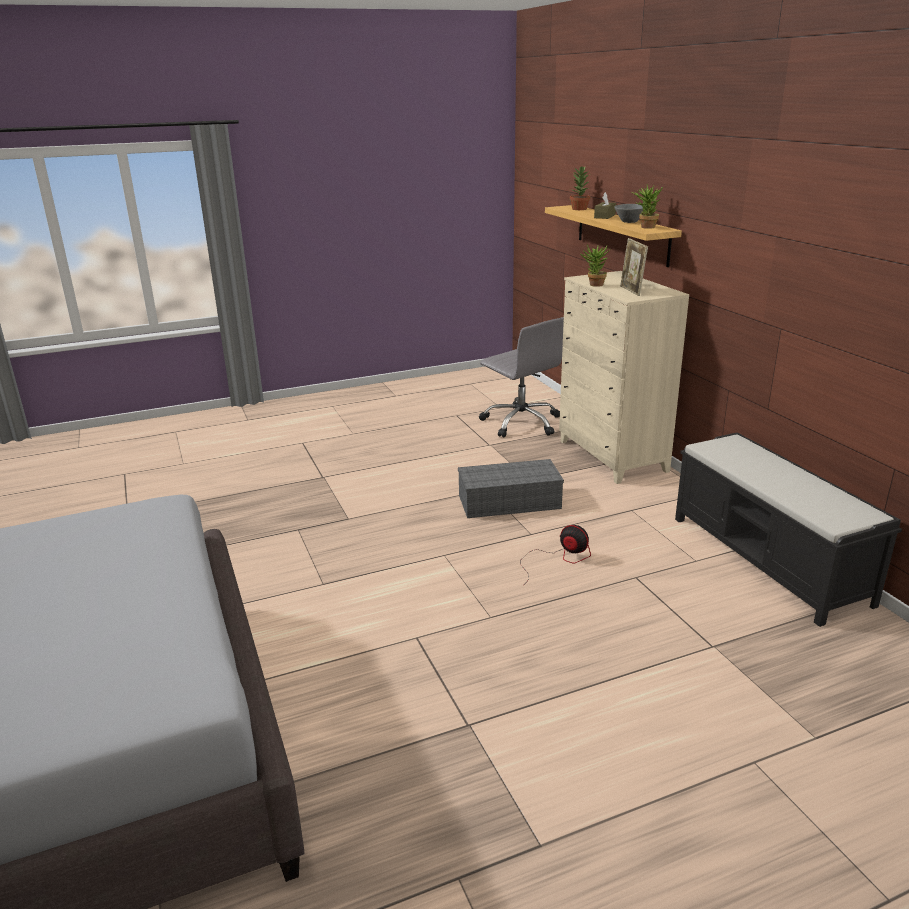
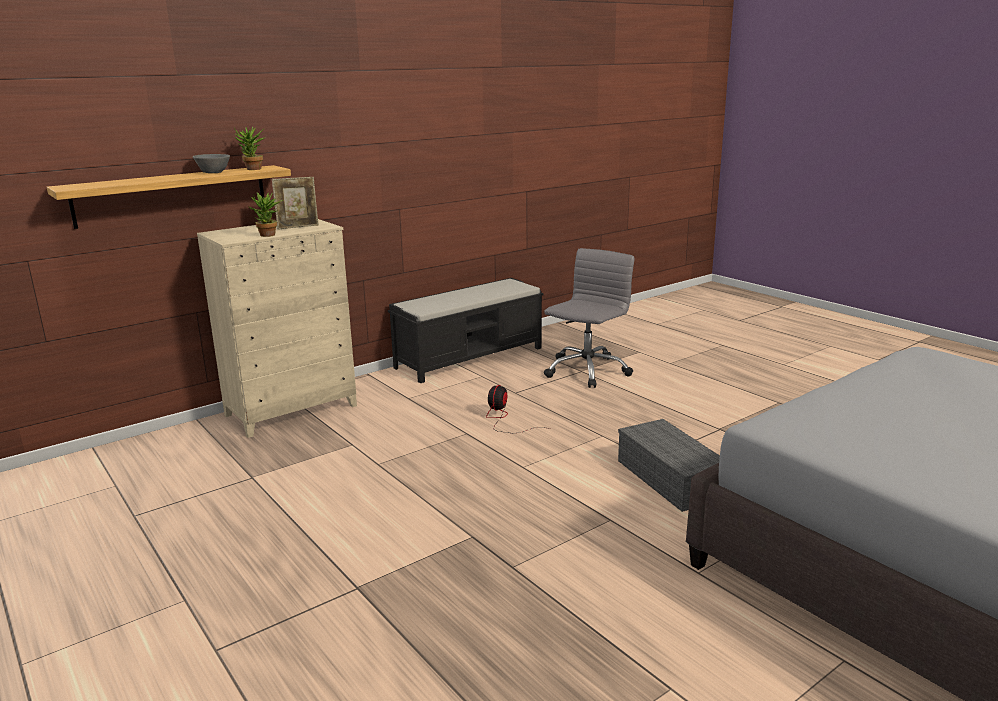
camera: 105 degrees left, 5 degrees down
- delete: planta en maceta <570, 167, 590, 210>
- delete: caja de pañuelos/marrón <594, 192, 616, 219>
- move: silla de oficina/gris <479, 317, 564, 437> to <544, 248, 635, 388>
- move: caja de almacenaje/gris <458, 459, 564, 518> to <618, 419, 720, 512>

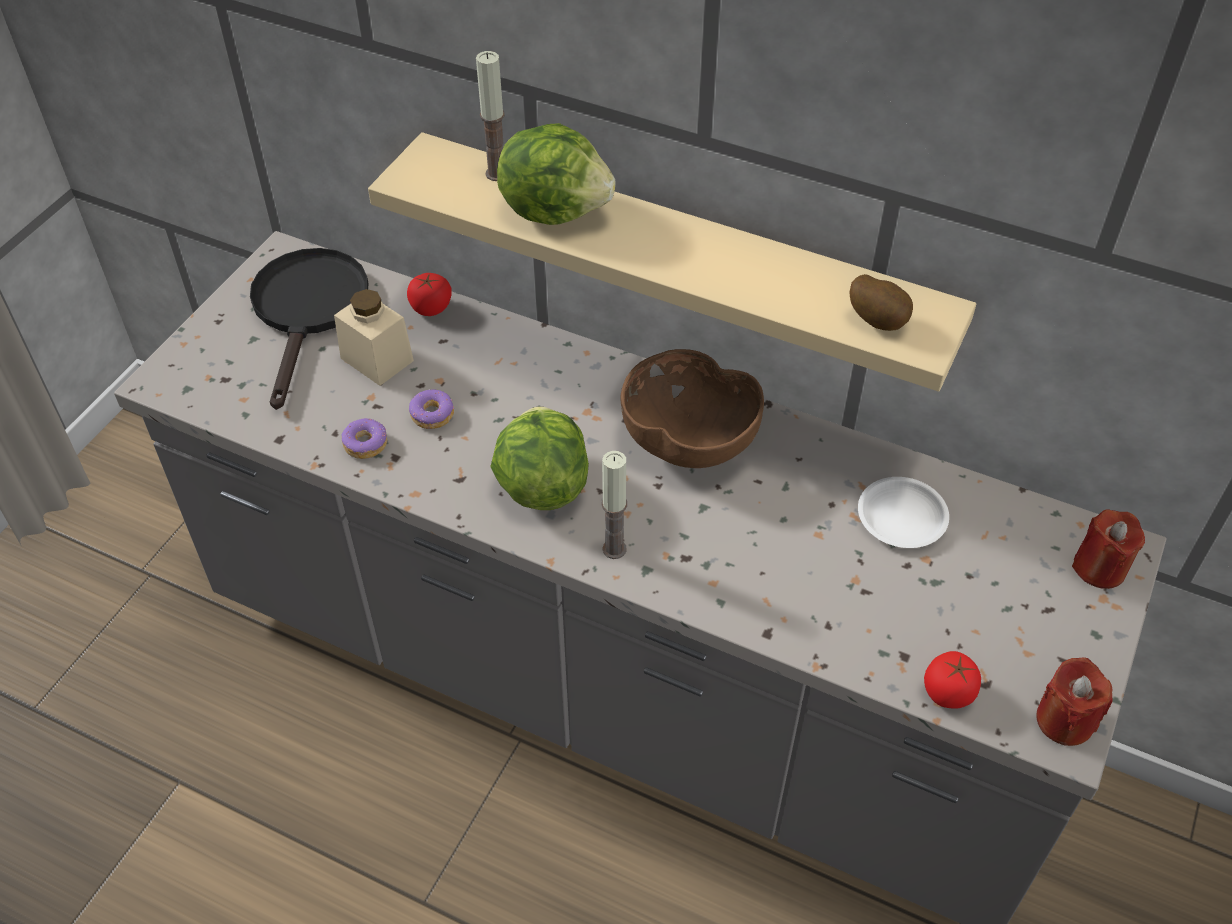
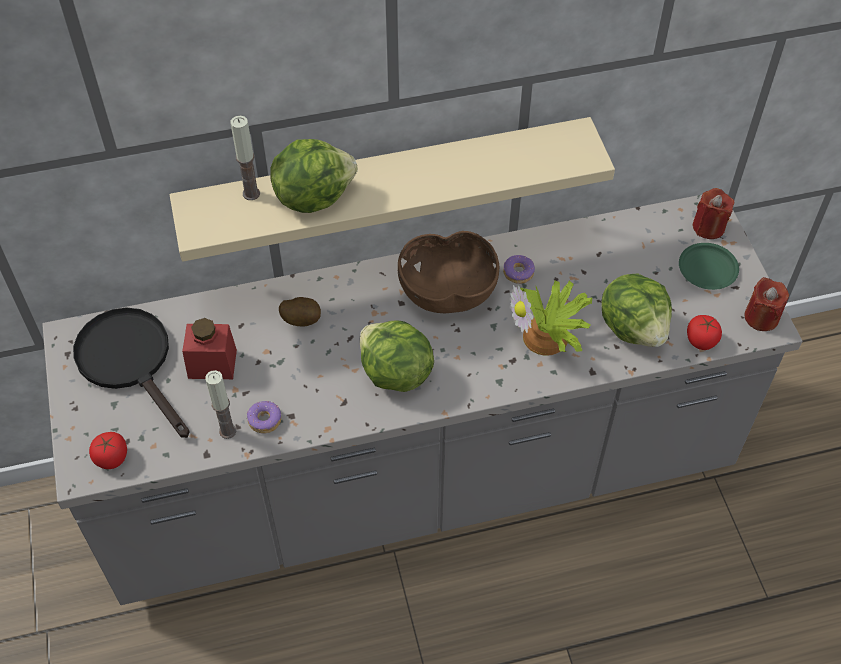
camera: 40 degrees left, 5 degrees up
- move: tomate <407, 273, 452, 316> to <89, 432, 127, 469>
- move: patata <849, 274, 913, 331> to <279, 297, 321, 327>
- recolor: tarro/beis <334, 289, 414, 386> to tarro/rojo <182, 318, 237, 379>
- move: rosquilla <409, 389, 454, 429> to <503, 255, 535, 284>
- move: vela <601, 451, 627, 559> to <205, 370, 237, 439>
- delete: plato/blanco <858, 477, 949, 548>
- insert: plato/verde <679, 243, 739, 290>
- insert: lechuga <601, 274, 672, 347>
- insert: planta en maceta <510, 278, 593, 356>

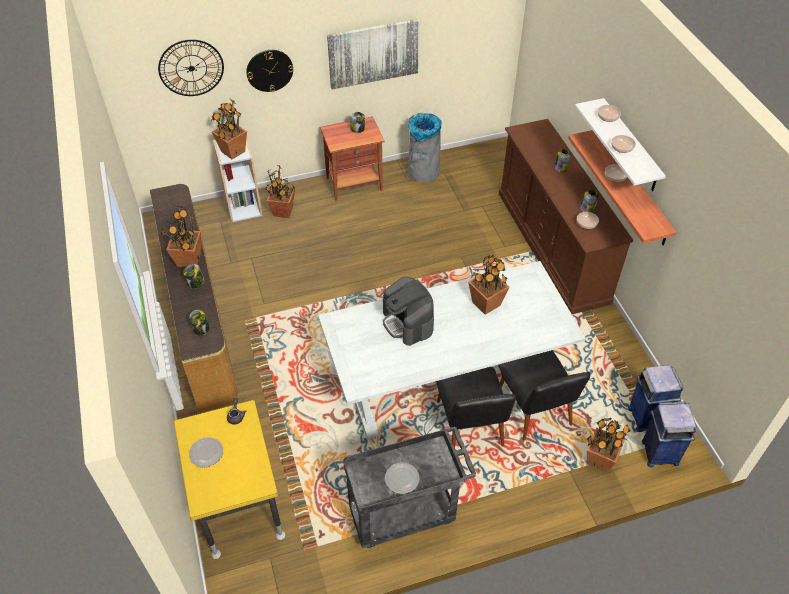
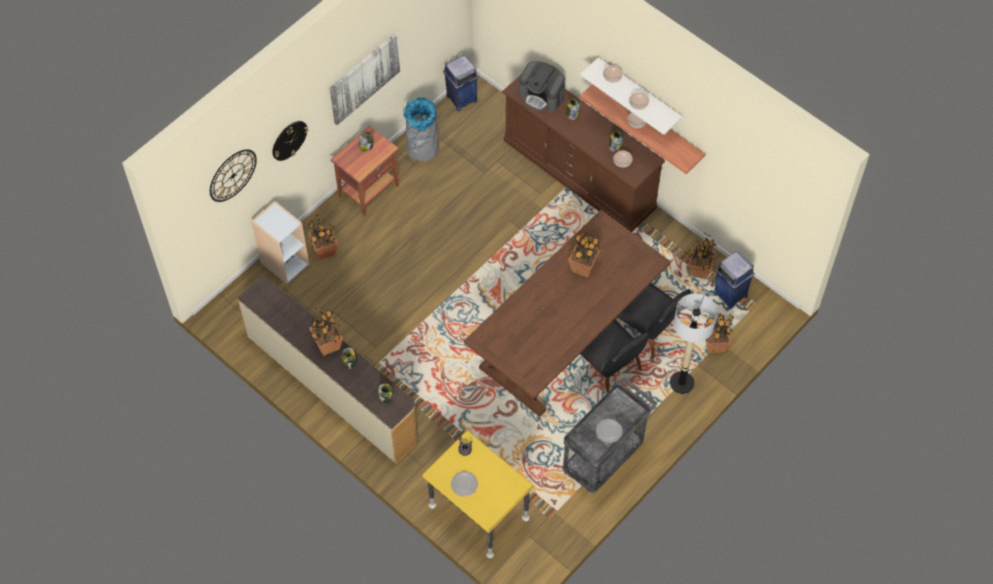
camera: 30 degrees left, 10 degrees up
- move: planta en maceta <211, 99, 247, 159> to <687, 233, 717, 279>
- recolor: mesa de comedor/blanco <318, 261, 586, 440> to mesa de comedor/marrón <464, 210, 671, 417>
- move: cafetera <383, 277, 434, 346> to <518, 61, 565, 112>
- move: papelera/azul <642, 402, 697, 467> to <443, 55, 478, 111>
- insert: lámpara de pie <670, 293, 717, 394>

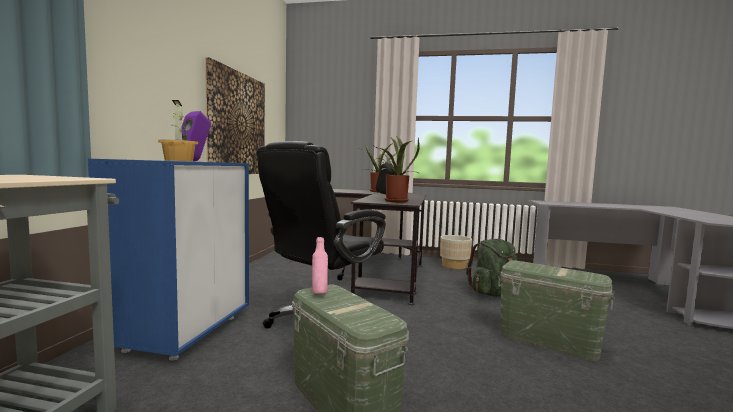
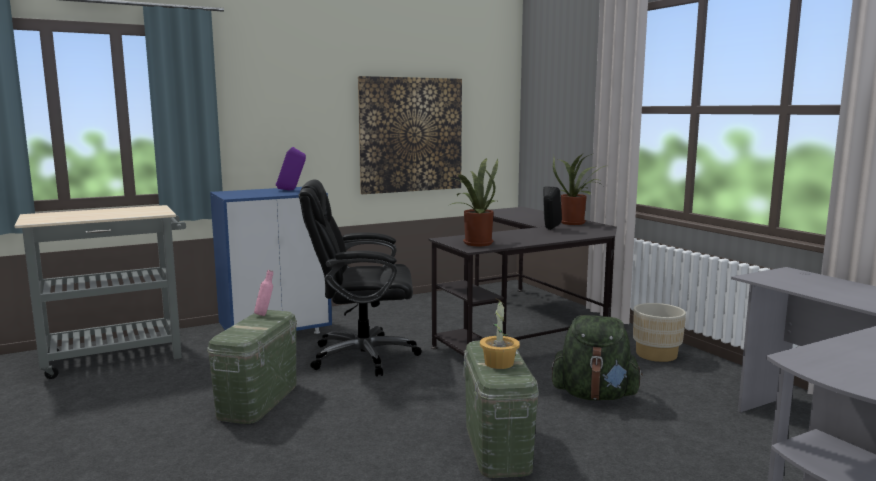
camera: 50 degrees right, 5 degrees up
- move: planta en maceta <158, 100, 198, 161> to <480, 299, 520, 369>

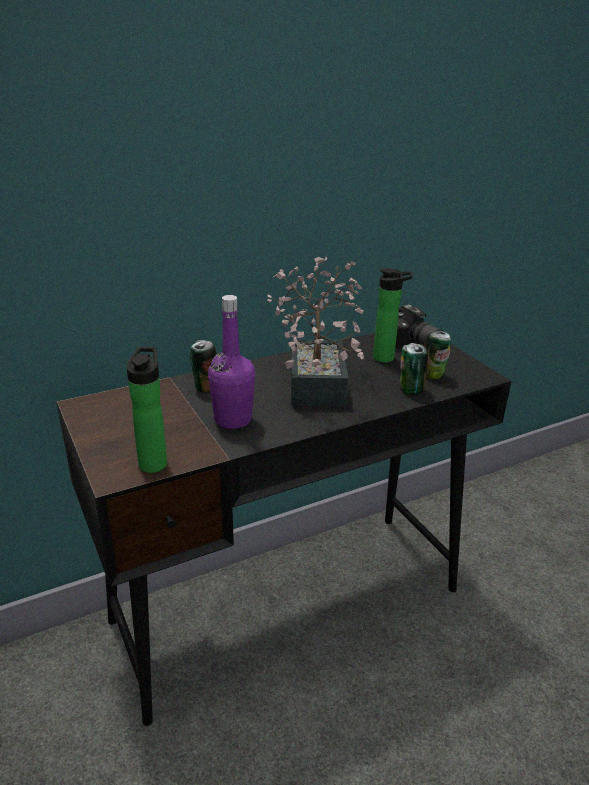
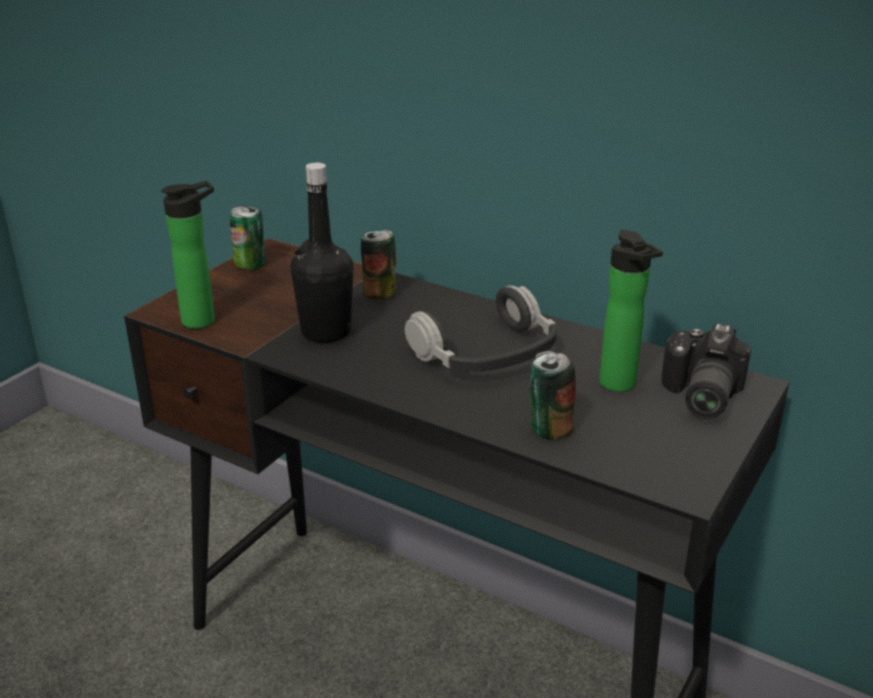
camera: 60 degrees right, 0 degrees up
- replace: planta en maceta <267, 257, 364, 406> to auriculares <405, 286, 557, 372>
- recolor: botella/morado <208, 295, 255, 429> to botella/negro <291, 163, 353, 343>
- move: lata <424, 331, 451, 379> to <230, 205, 265, 270>

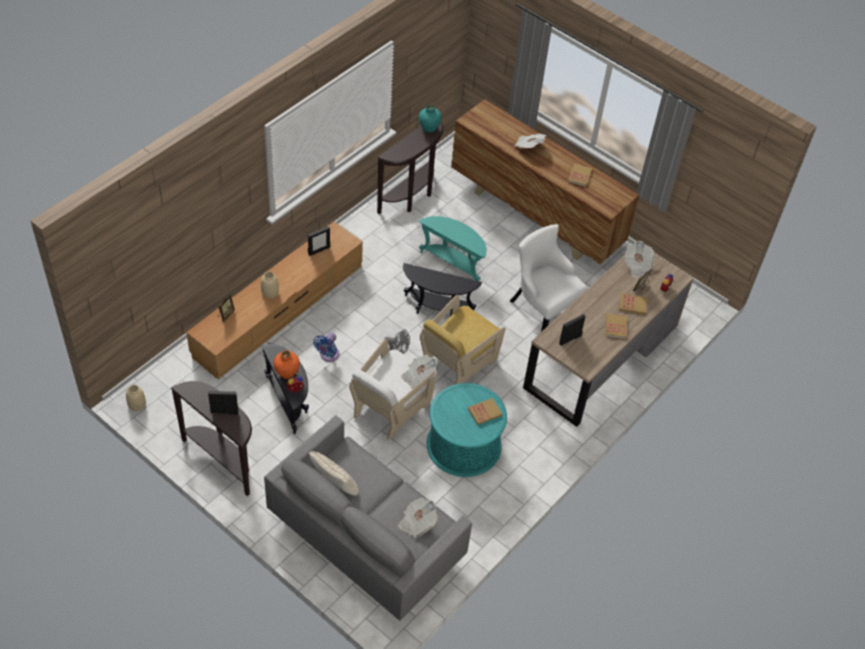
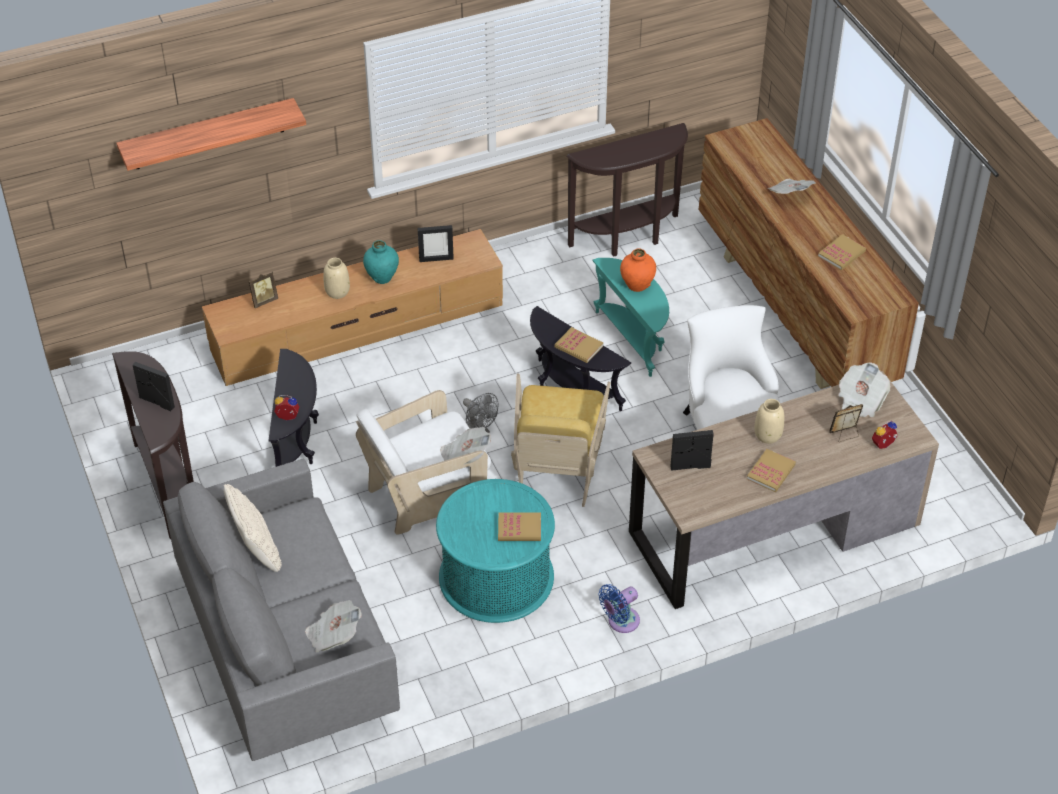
camera: 30 degrees right, 5 degrees down
- move: florero/turquesa <419, 105, 442, 133> to <363, 240, 399, 284>
- move: libro <619, 293, 647, 315> to <555, 327, 603, 363>
- rotate: sillón/amarillo <420, 295, 506, 385> = <511, 374, 610, 507> 60 degrees counterclockwise
- move: ventilador/azul <313, 333, 339, 362> to <599, 584, 640, 633>
- move: florero/naranja <273, 351, 300, 379> to <620, 249, 656, 292>
- move: florero/beis <126, 385, 146, 411> to <754, 399, 785, 444>
- insert: estante <117, 98, 306, 171>

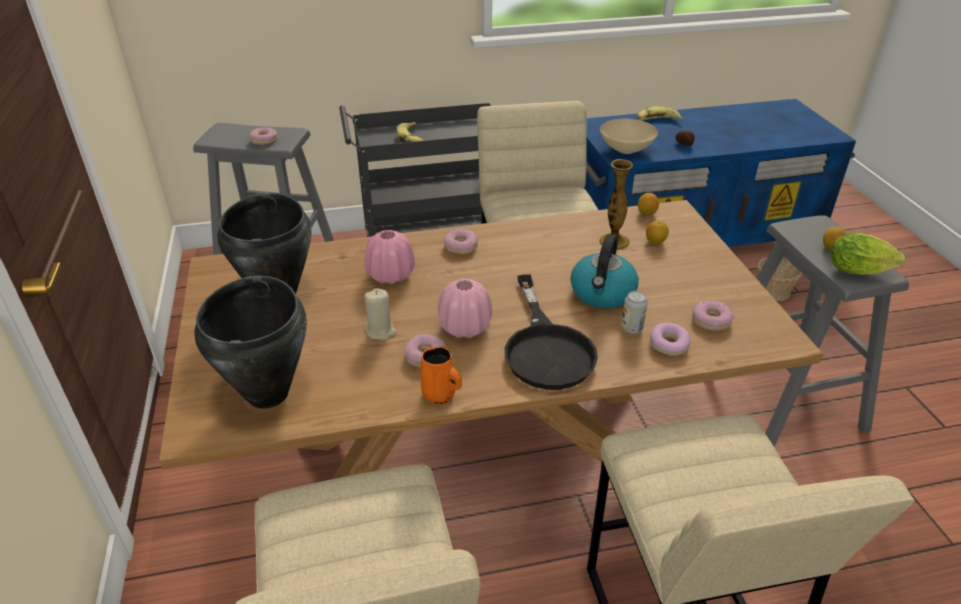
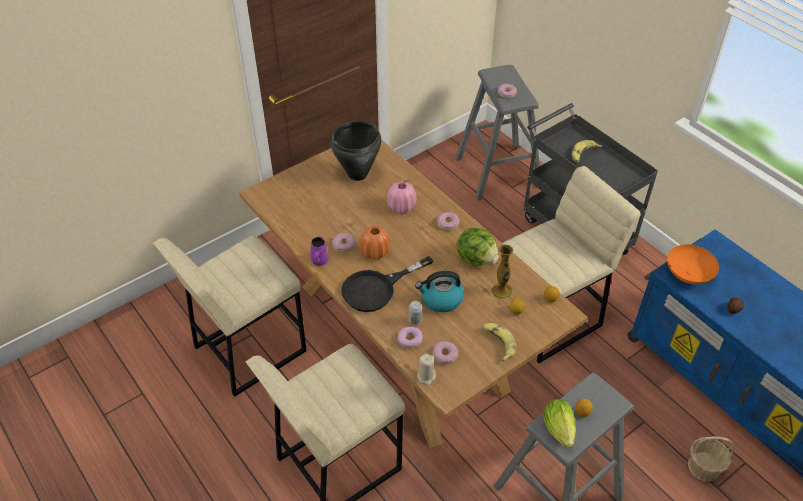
camera: 65 degrees right, 10 degrees up
- move: plátano <637, 106, 683, 121> to <482, 323, 516, 362>
- recolor: cuenco/beis <600, 119, 658, 154> to cuenco/naranja <667, 244, 719, 284>
- delete: olla/negro <194, 276, 307, 408>
- recolor: florero/rosa <438, 279, 492, 338> to florero/naranja <360, 226, 391, 259>
- move: vela/beis <364, 288, 397, 340> to <417, 354, 436, 385>
- recolor: taza grande/naranja <420, 346, 462, 405> to taza grande/morado <310, 237, 328, 266>
- insert: lechuga <457, 228, 499, 266>

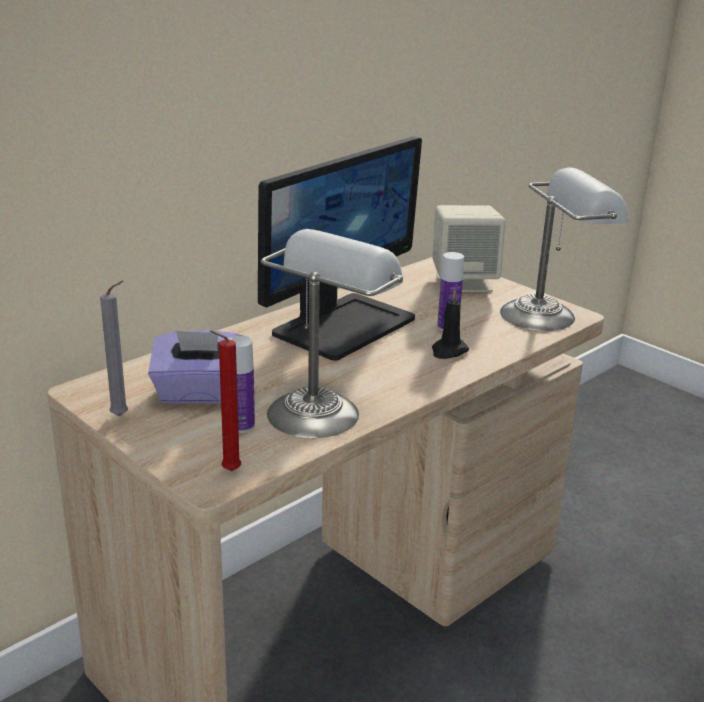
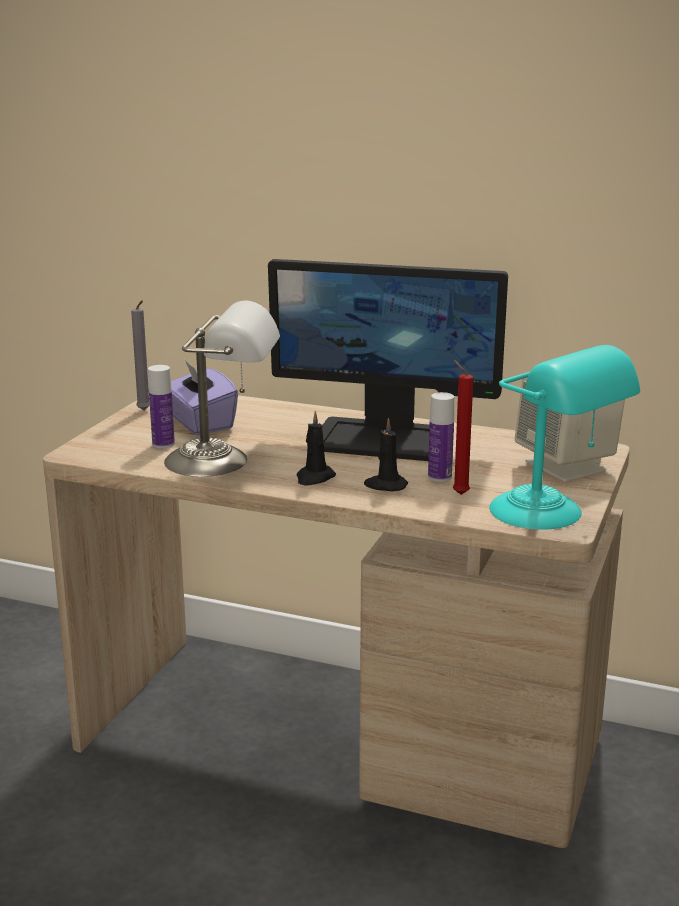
camera: 65 degrees right, 5 degrees down
- recolor: lámpara de mesa/blanco <500, 167, 629, 331> to lámpara de mesa/turquesa <489, 345, 640, 530>
- move: vela/rojo <210, 330, 241, 471> to <453, 360, 473, 495>
- insert: vela/negro <297, 411, 336, 485>

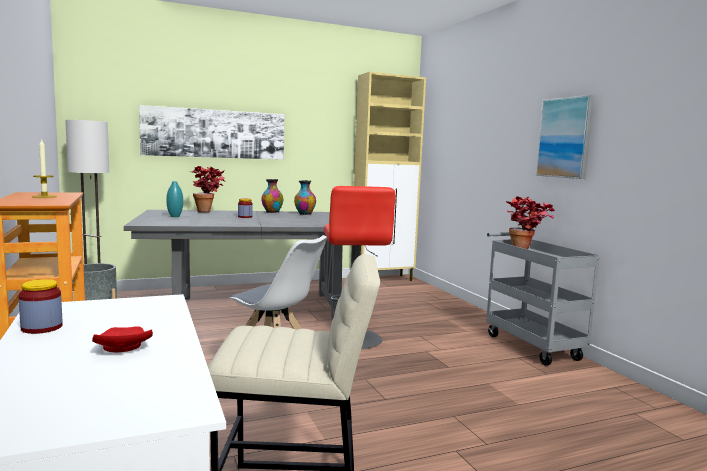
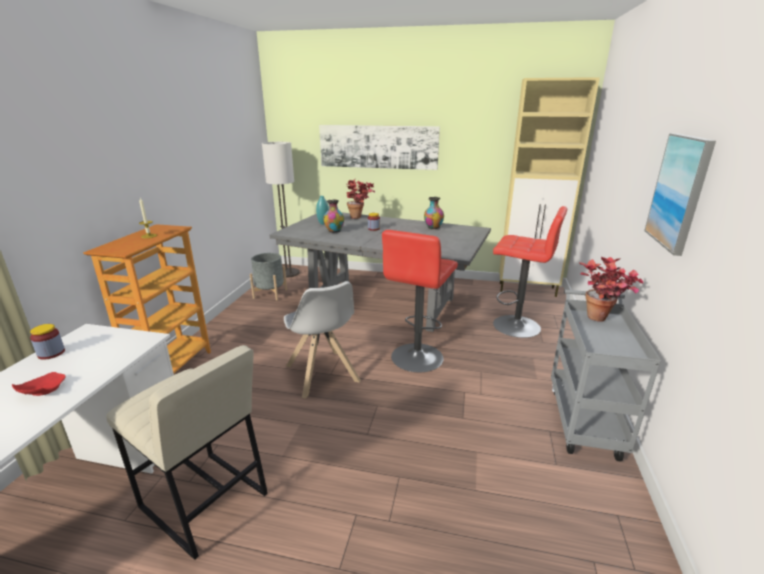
camera: 35 degrees right, 15 degrees up
- move: florero <261, 179, 283, 213> to <323, 199, 344, 233>
- insert: taburete/rojo <493, 206, 567, 338>

